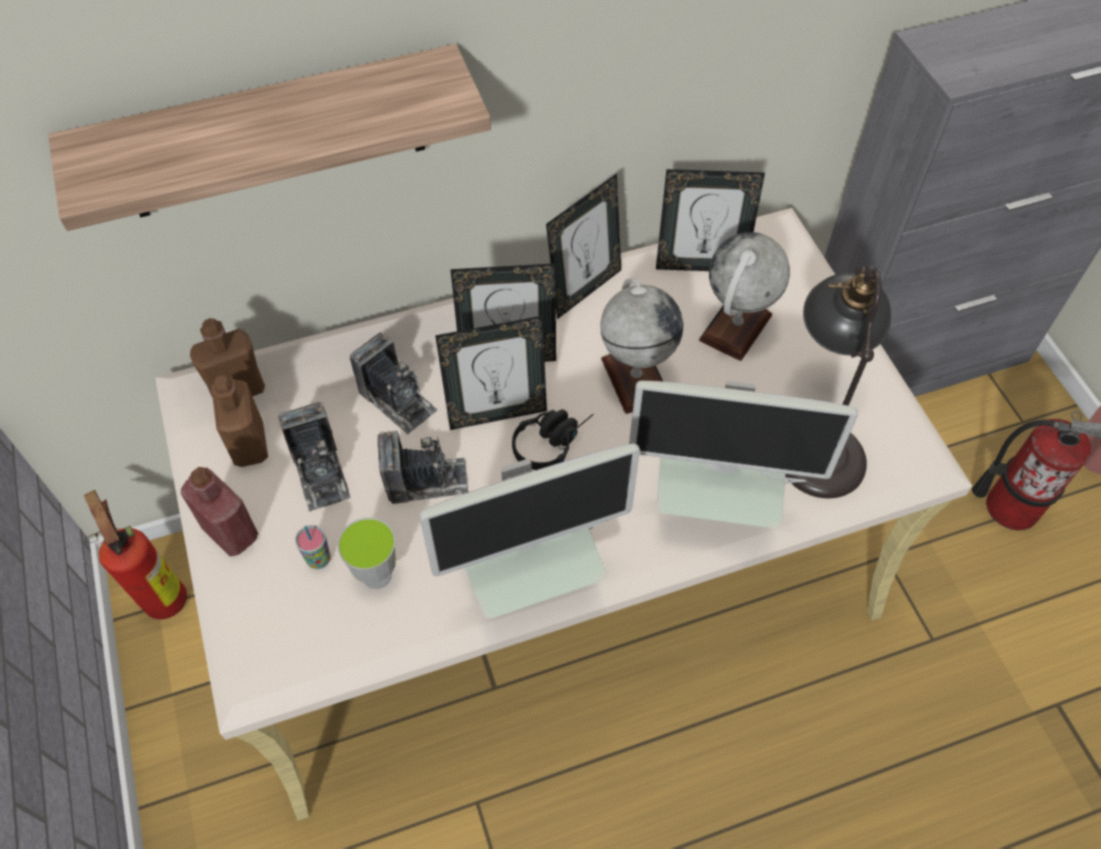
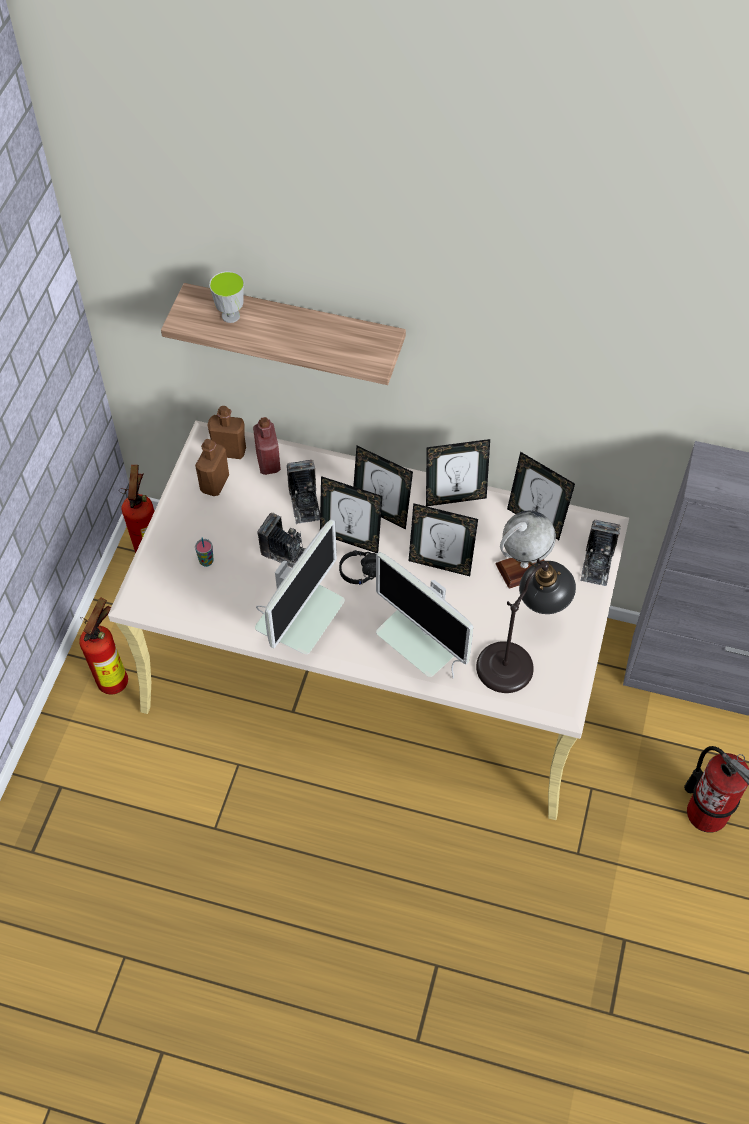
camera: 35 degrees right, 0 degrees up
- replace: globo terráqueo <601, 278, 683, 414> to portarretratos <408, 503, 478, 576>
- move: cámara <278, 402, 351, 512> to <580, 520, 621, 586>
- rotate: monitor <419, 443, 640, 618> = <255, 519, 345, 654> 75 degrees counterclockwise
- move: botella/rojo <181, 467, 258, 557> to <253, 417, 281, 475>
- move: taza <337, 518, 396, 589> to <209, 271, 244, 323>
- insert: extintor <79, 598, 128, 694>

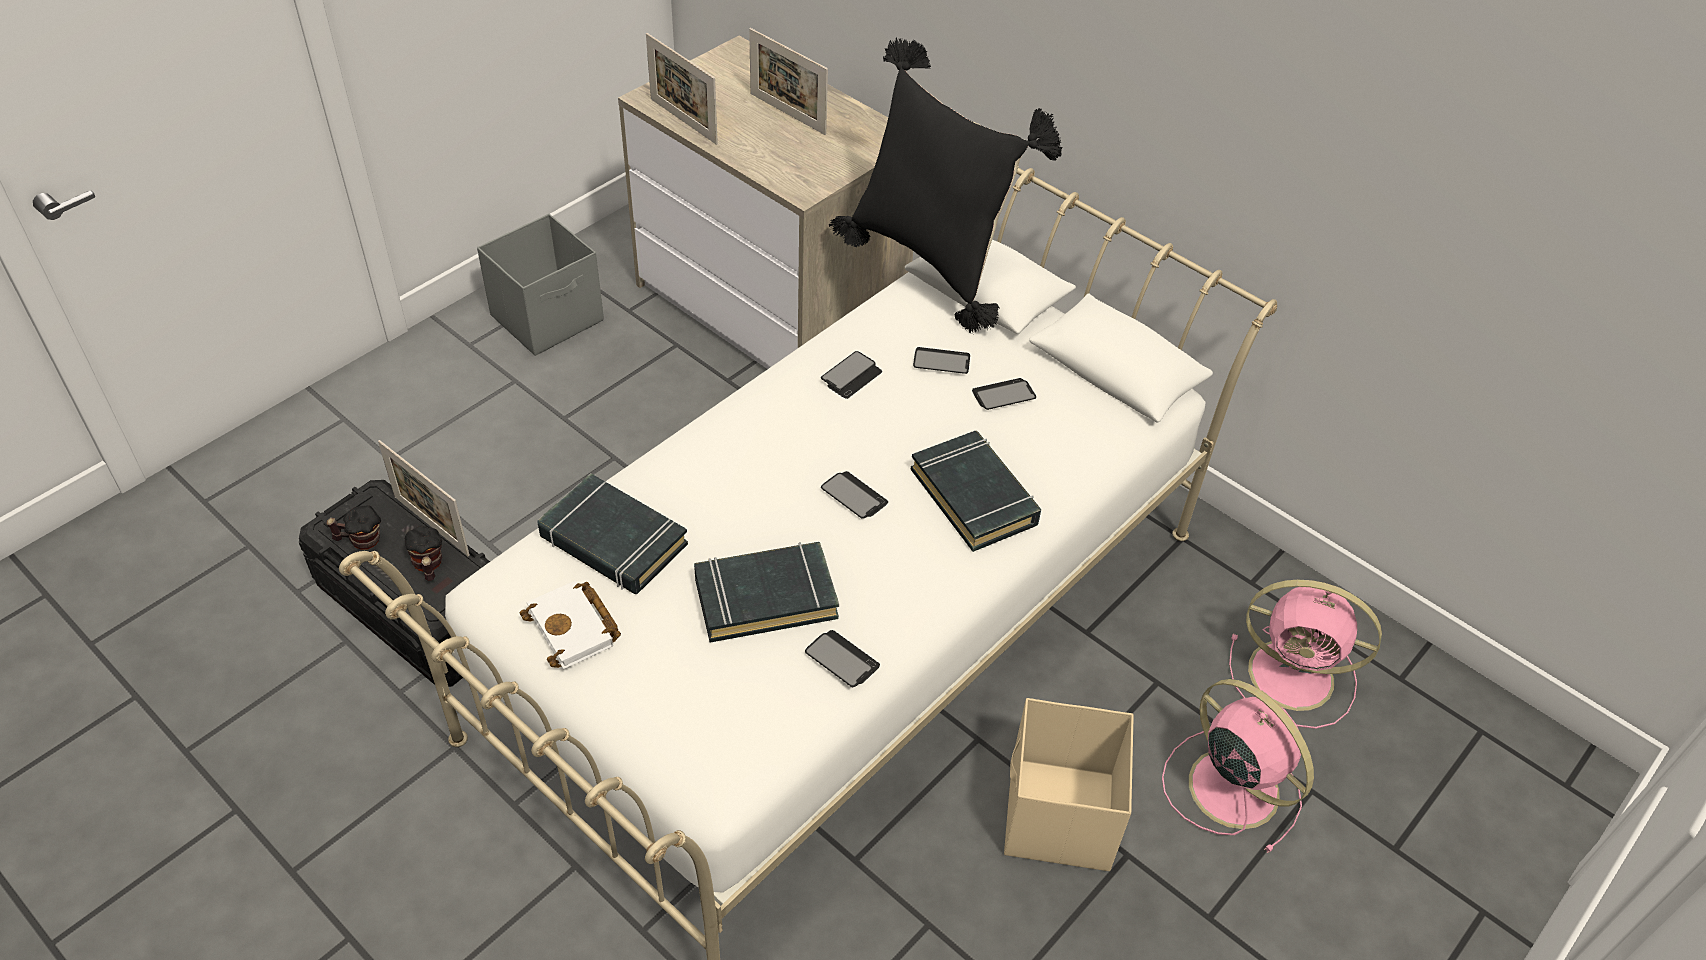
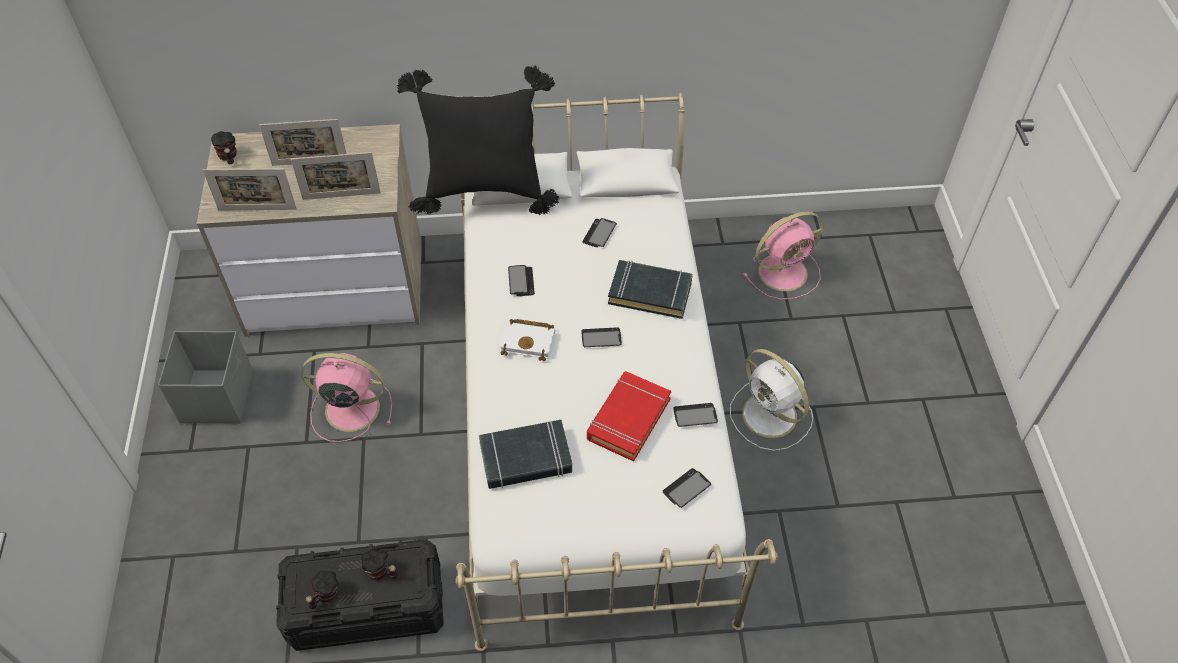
camera: 45 degrees left, 5 degrees up
- move: móvil <913, 347, 970, 374> to <663, 468, 711, 508>
- move: portarretratos <378, 440, 470, 556> to <291, 152, 381, 200>
- recolor: libro/negro <694, 542, 839, 643> to libro/rojo <587, 371, 671, 462>
- move: libro/blanco <519, 581, 621, 669> to <500, 319, 555, 361>
- move: ventilador/rosa <1162, 679, 1314, 853> to <301, 353, 392, 442>
- replace: caja de almacenaje/beis <1004, 698, 1134, 871> to ventilador/blanco <730, 349, 813, 451>
- insert: taza grande <211, 131, 237, 164>

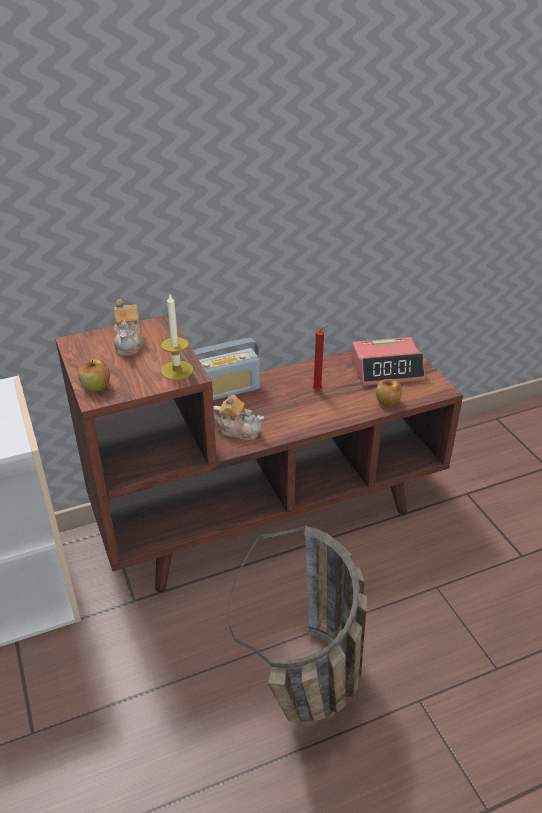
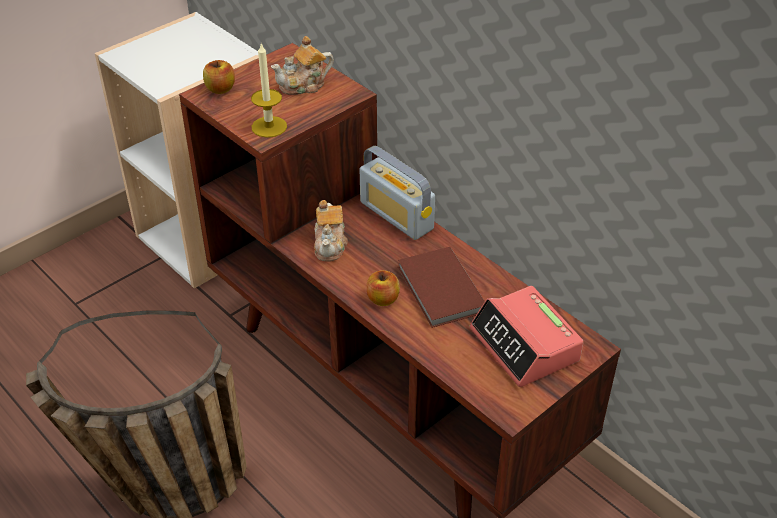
camera: 70 degrees right, 5 degrees up
- replace: vela/rojo <313, 325, 329, 391> to libro/marrón <398, 247, 485, 328>
- move: manzana <376, 379, 402, 406> to <367, 270, 400, 306>

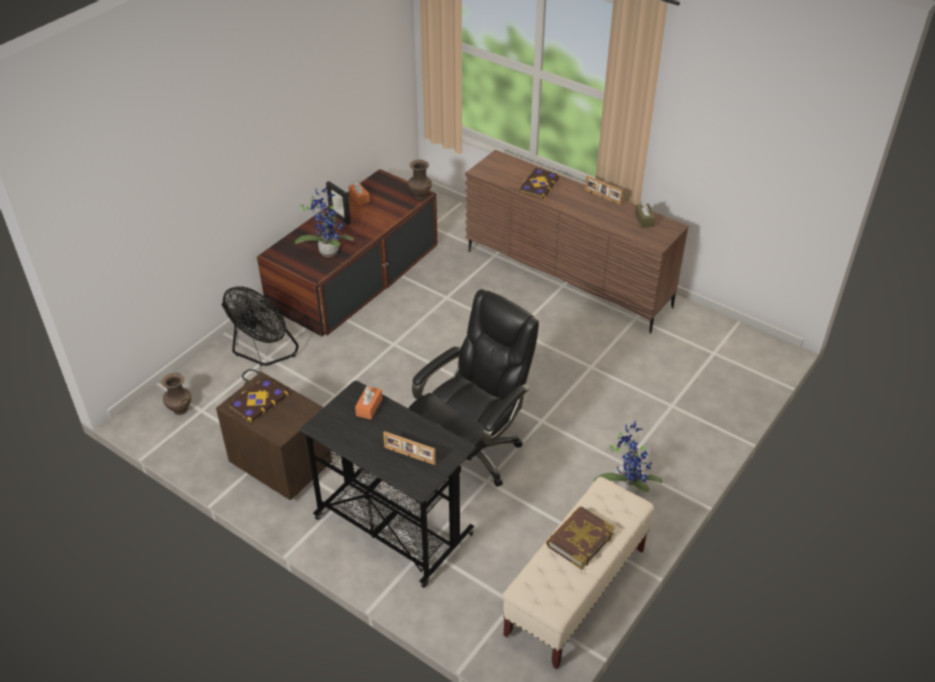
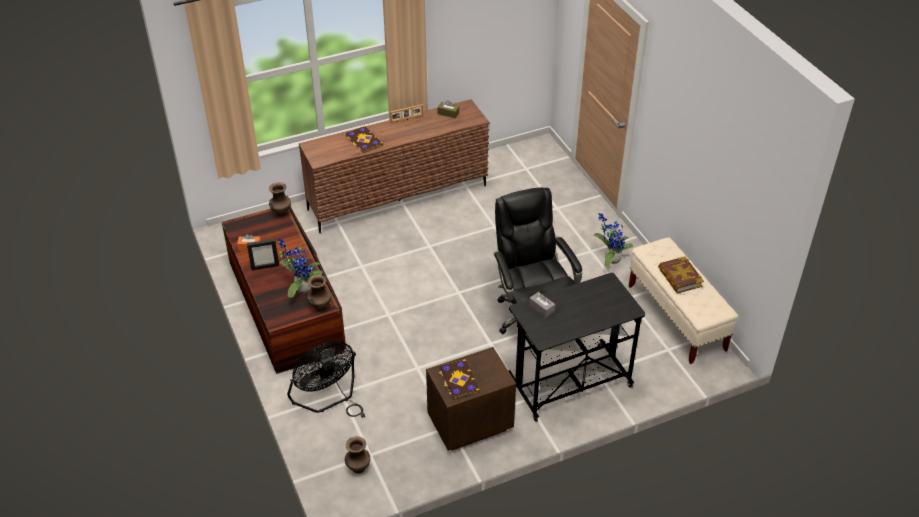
camera: 60 degrees left, 0 degrees up
- recolor: caja de pañuelos/naranja <355, 386, 382, 419> to caja de pañuelos/gris <529, 292, 555, 317>
- delete: portarretratos <383, 431, 436, 465>
- insert: florero/marrón <307, 275, 331, 312>

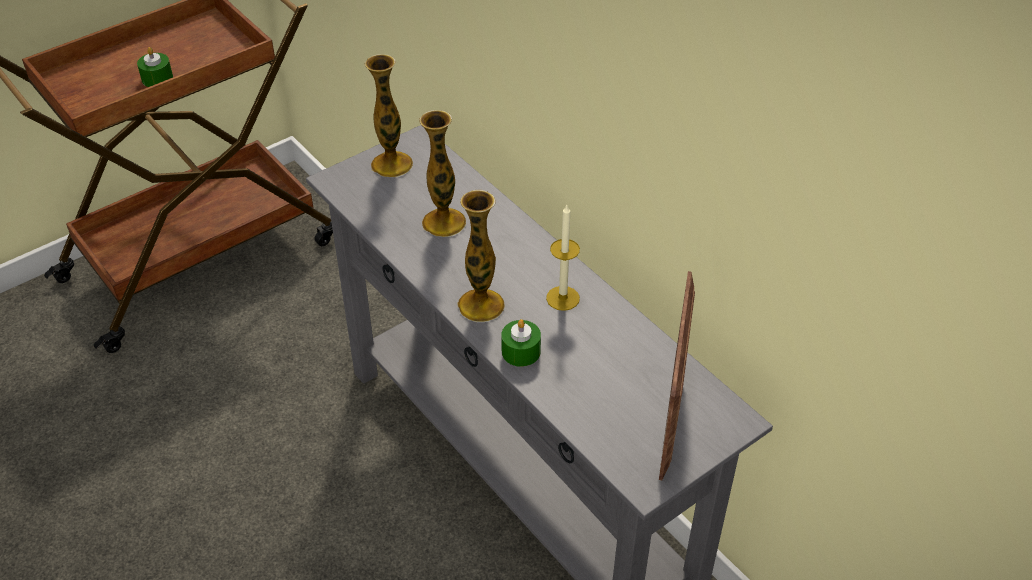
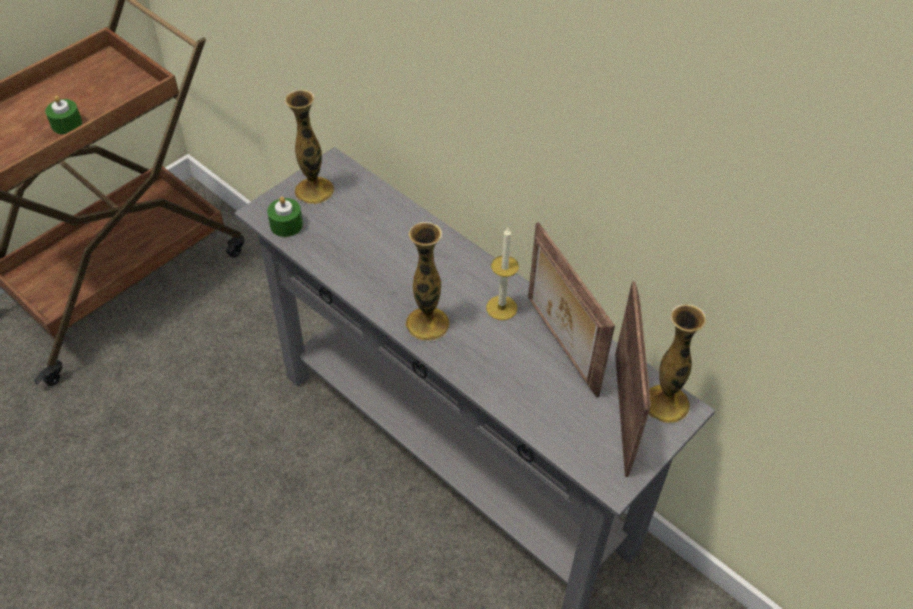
camera: 10 degrees left, 5 degrees up
- move: florero <419, 110, 466, 237> to <648, 304, 706, 423>
- move: vela/verde <501, 319, 541, 367> to <267, 197, 303, 237>
- insert: portarretratos <528, 222, 615, 398>

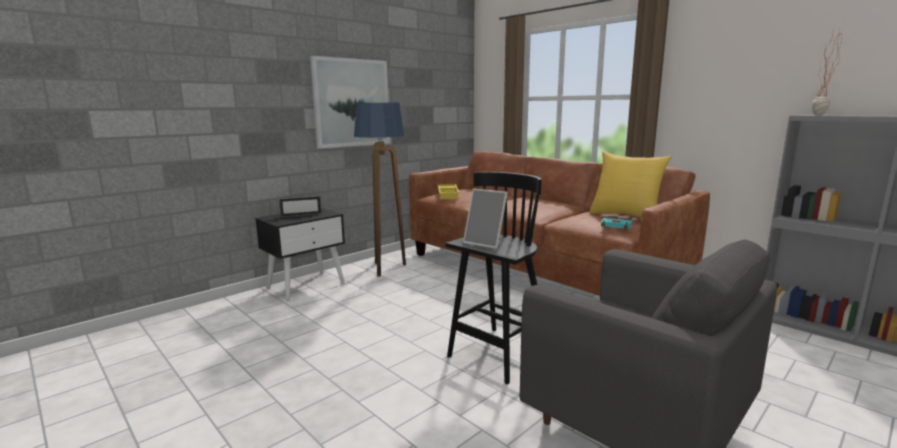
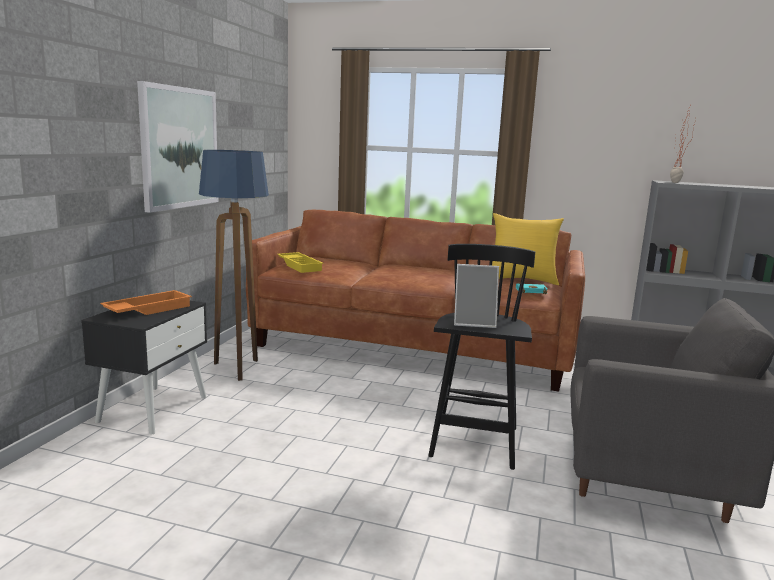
camera: 30 degrees left, 0 degrees up
- replace: portarretratos <279, 196, 322, 217> to bandeja/naranja <100, 290, 192, 315>

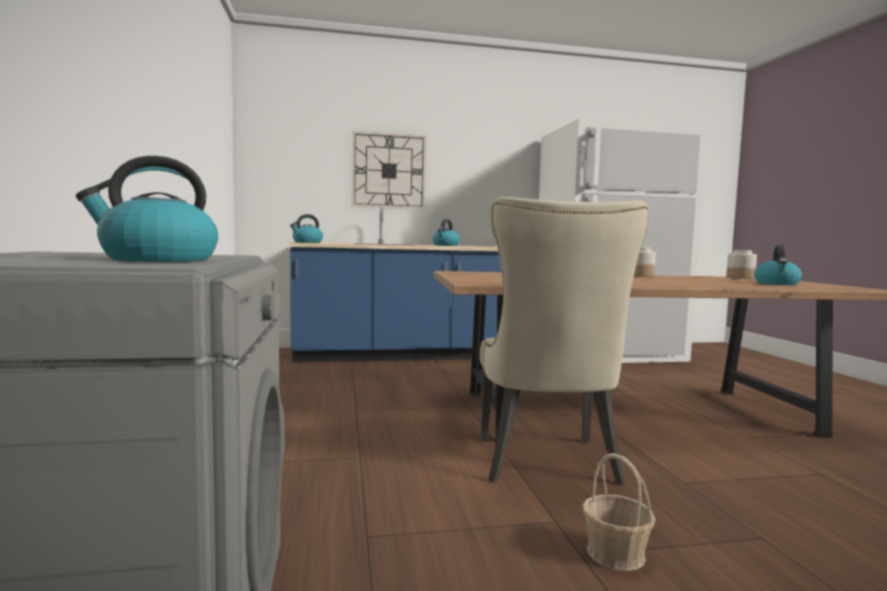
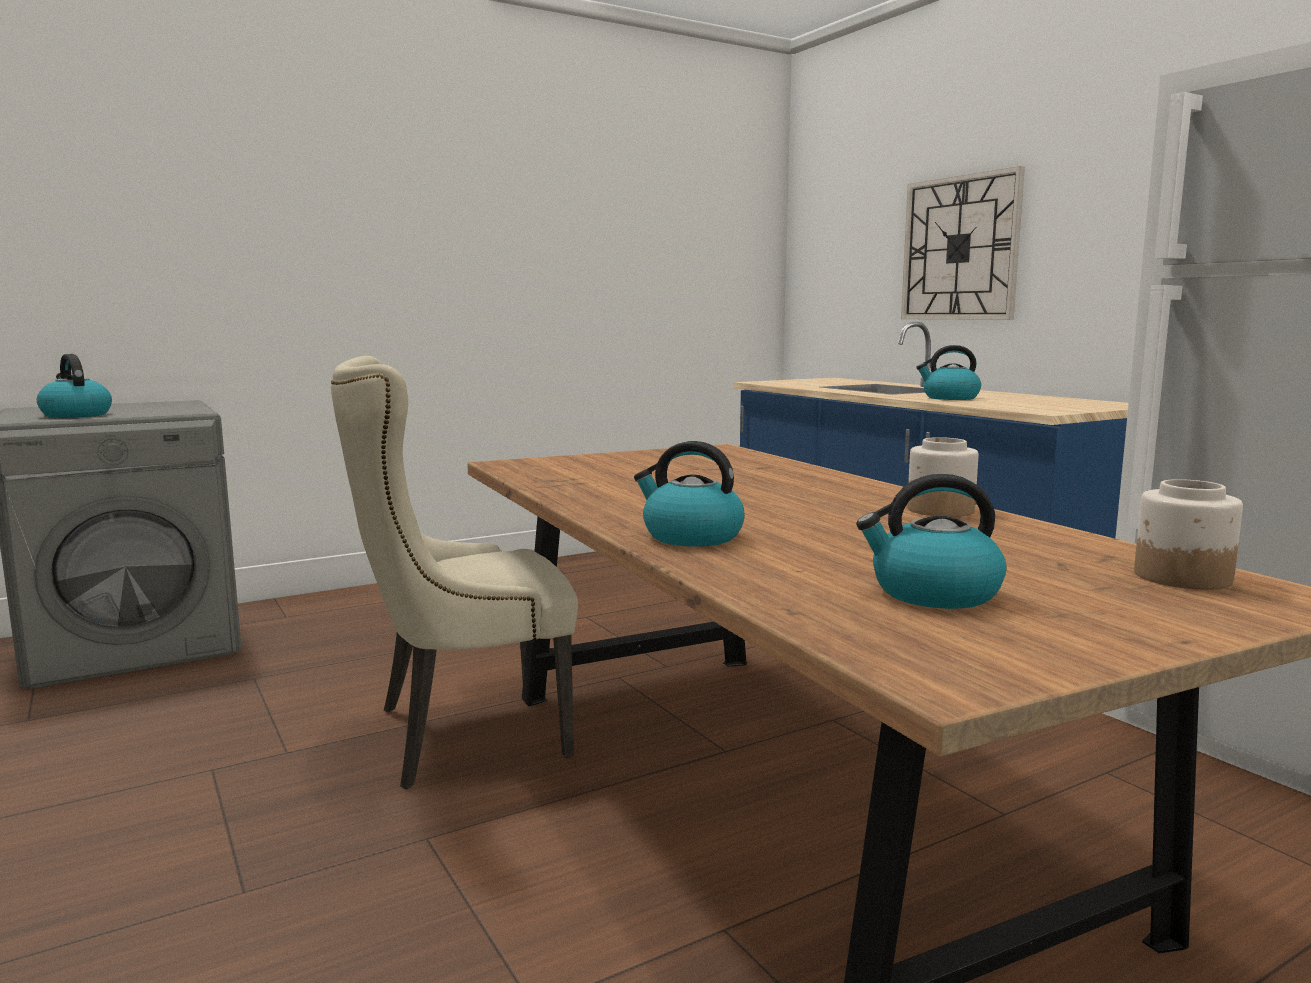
camera: 70 degrees right, 5 degrees up
- move: hervidor <290, 214, 323, 243> to <634, 441, 745, 547>
- delete: cesta <582, 453, 656, 571>

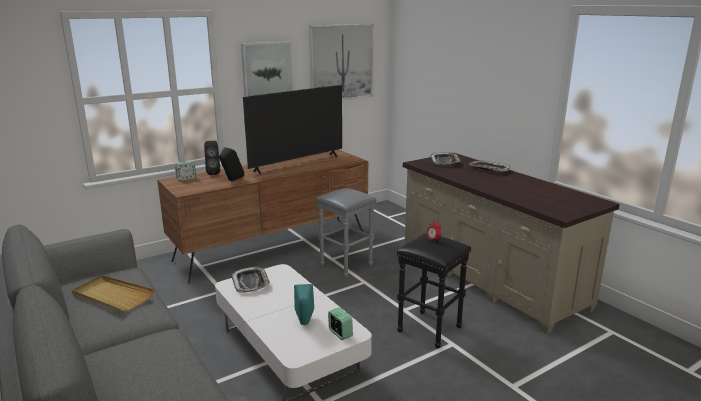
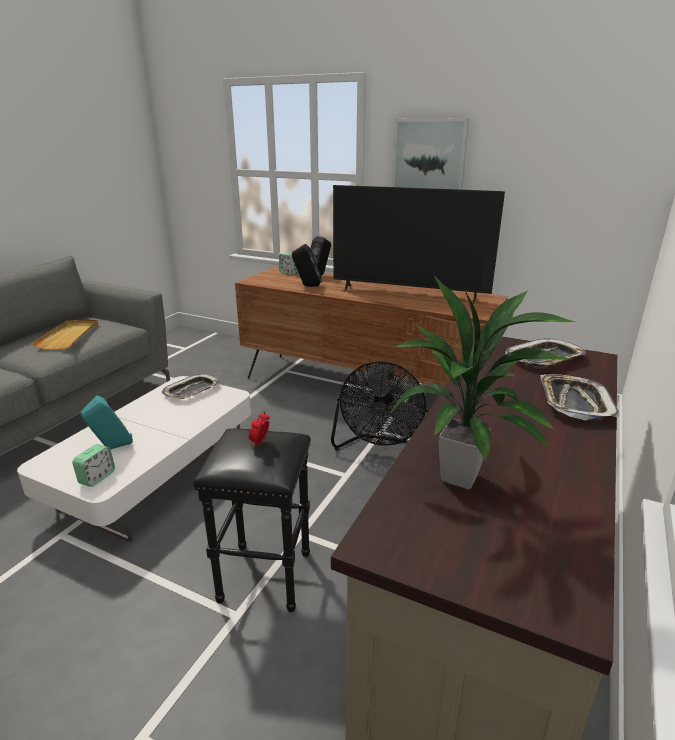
camera: 60 degrees right, 5 degrees up
- delete: cuadro <309, 24, 374, 100>
- replace: taburete/gris <316, 188, 376, 277> to ventilador/negro <331, 361, 429, 451>
- insert: planta en maceta <388, 275, 576, 489>

